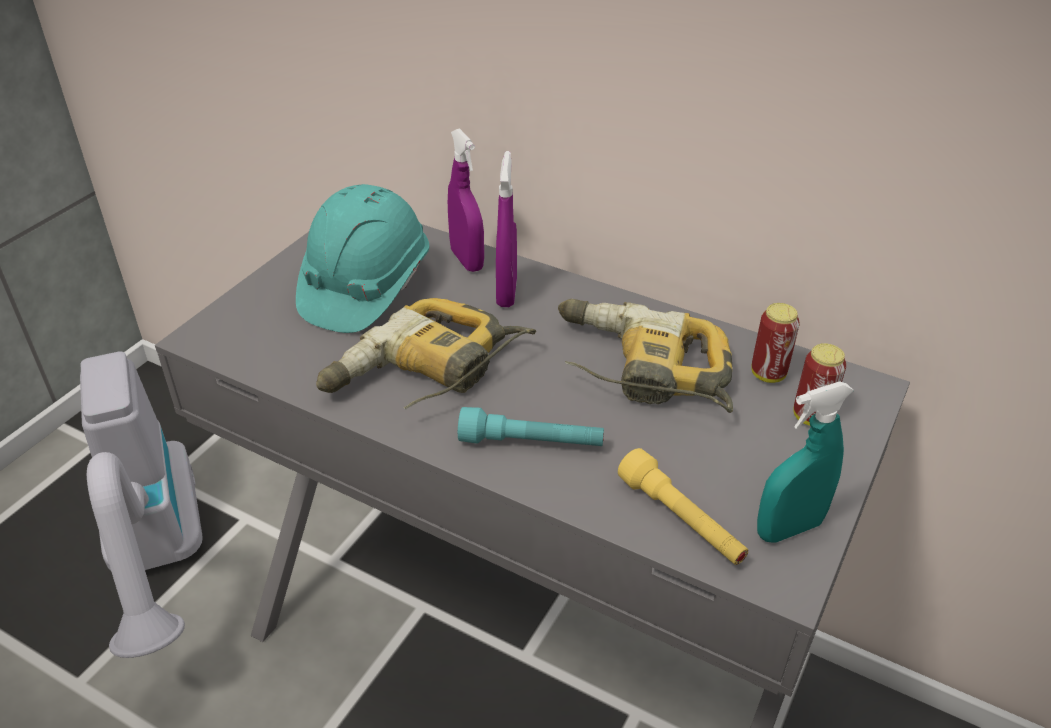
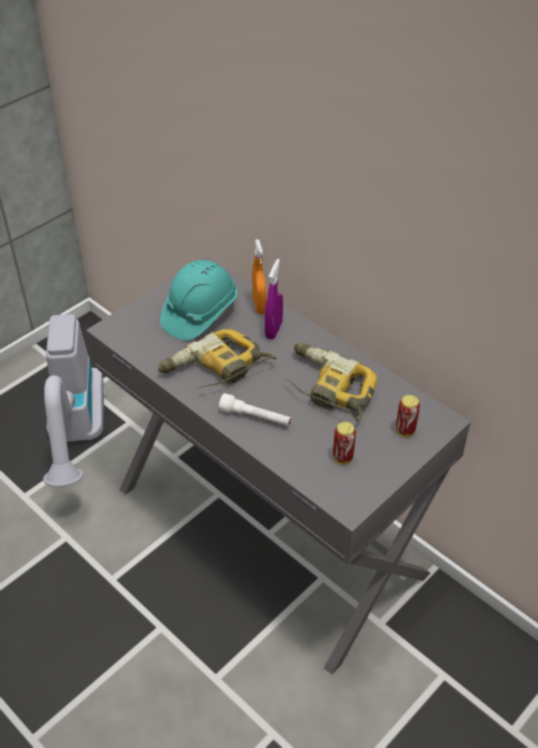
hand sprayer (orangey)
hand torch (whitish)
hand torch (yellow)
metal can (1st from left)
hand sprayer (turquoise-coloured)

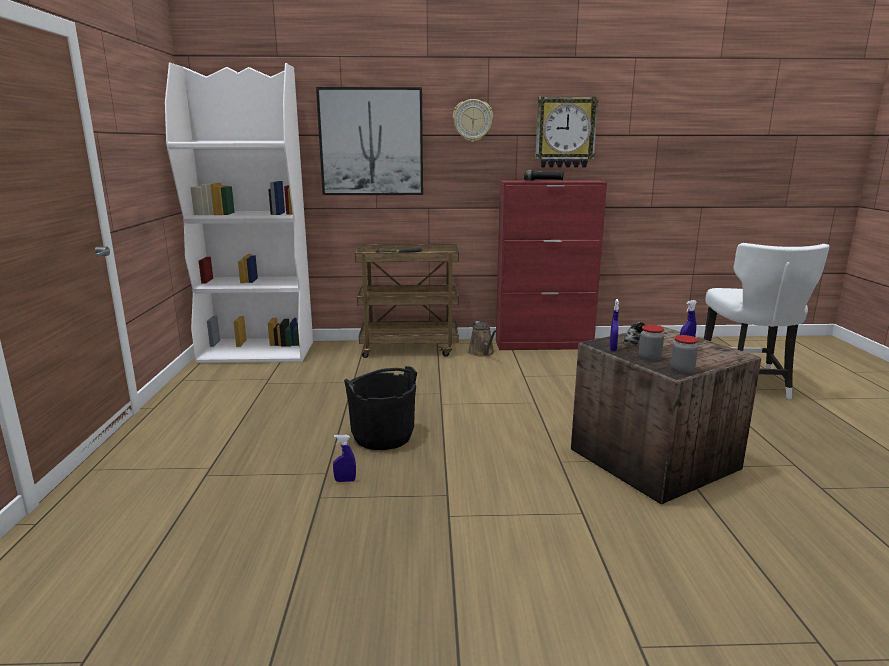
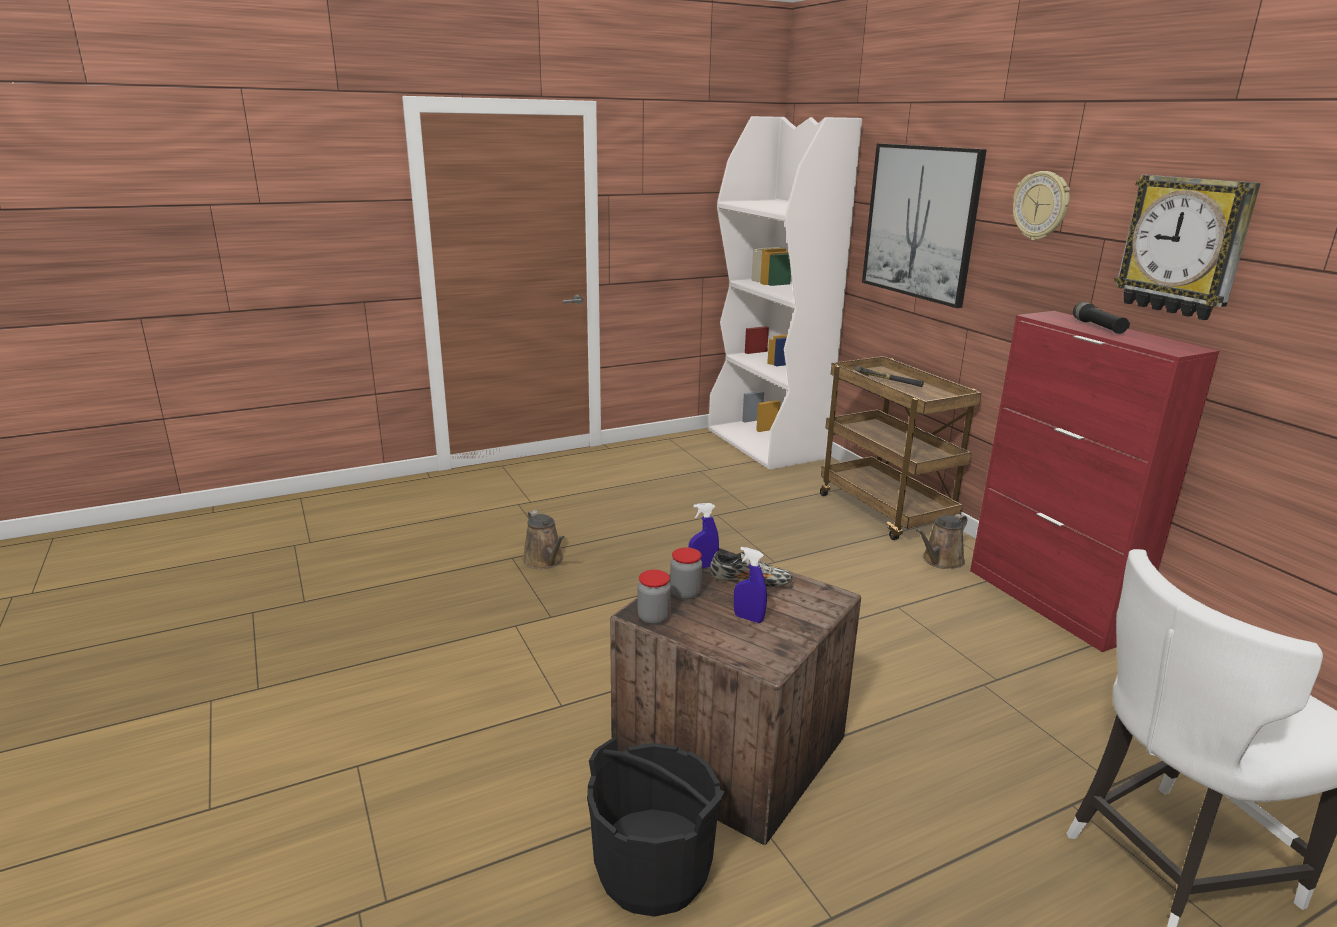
watering can (brown) (1st from left)
pail (black)

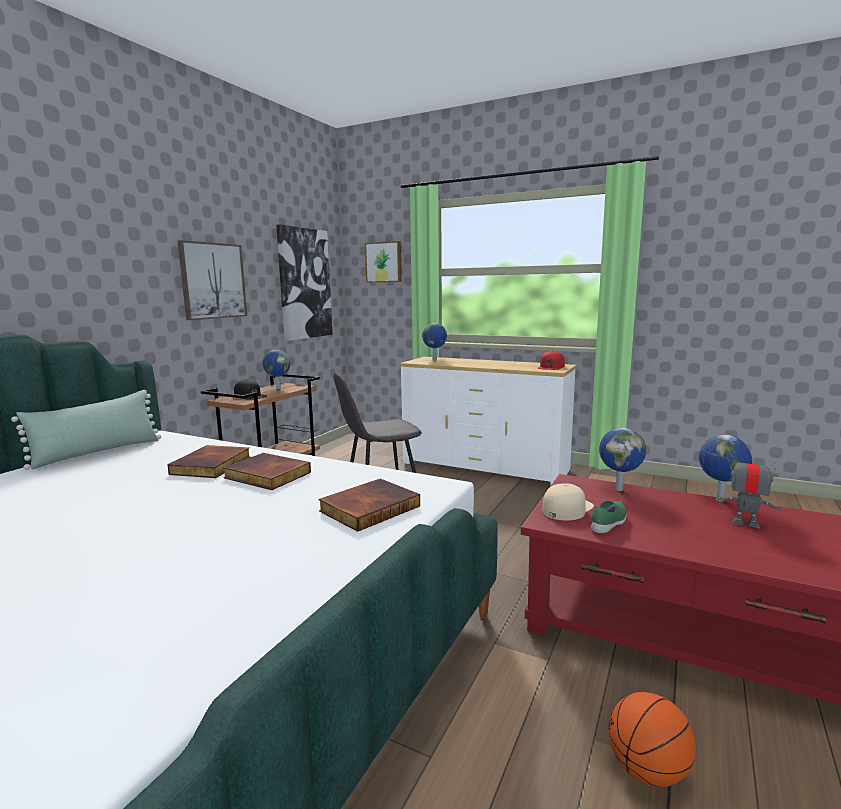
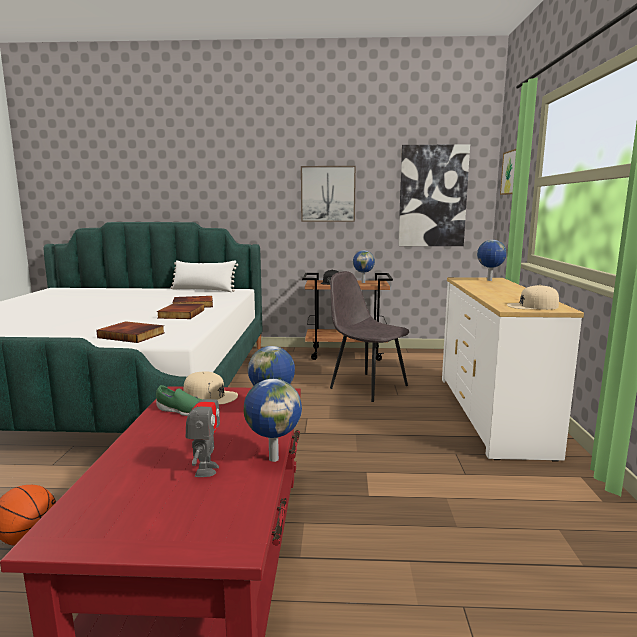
throw pillow (whitish)
cap (beige-coloured) (2nd from left)

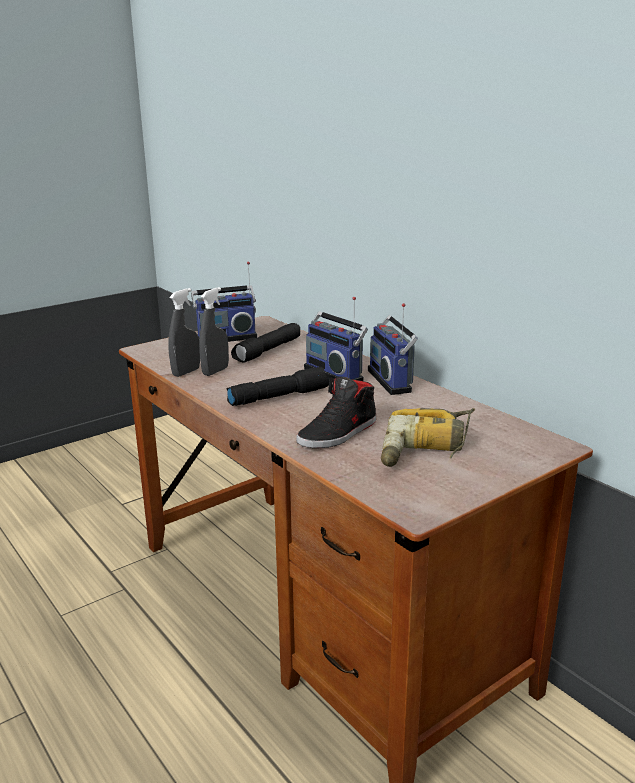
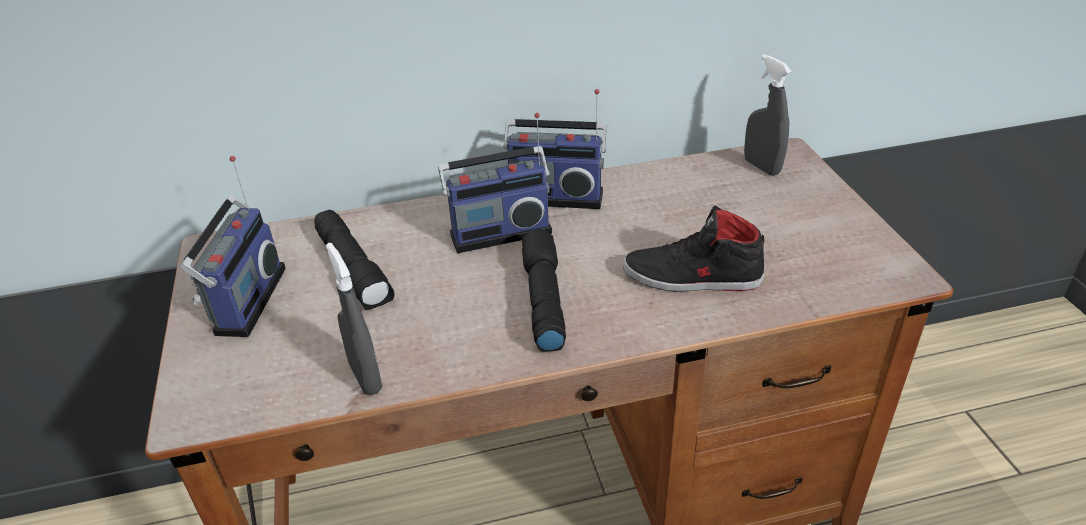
hand sprayer (gray) (2nd from left)
shoe (black)
power drill

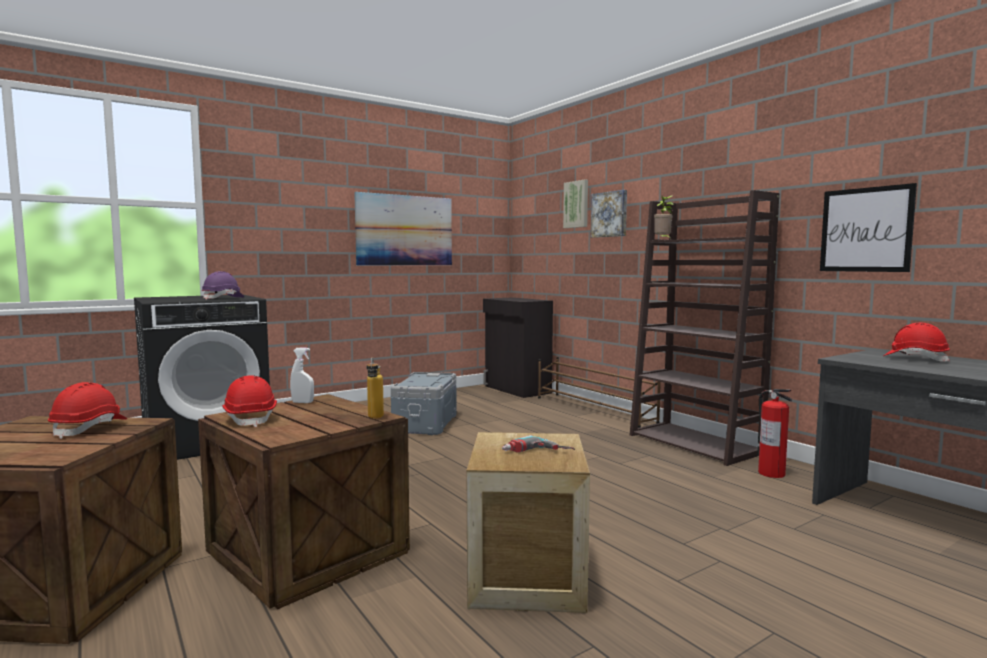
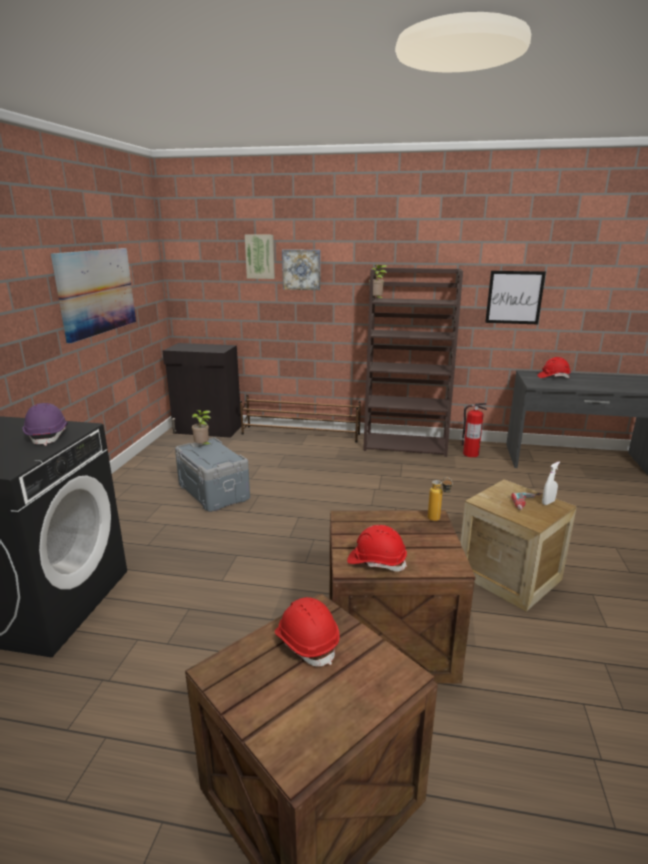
hand sprayer (whitish)
potted plant (1st from left)

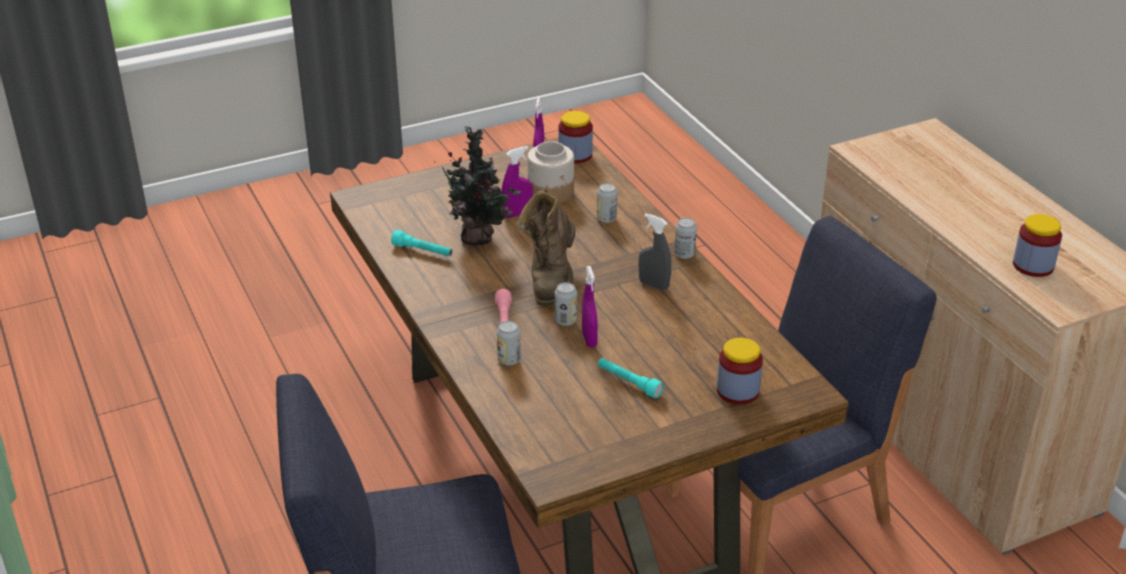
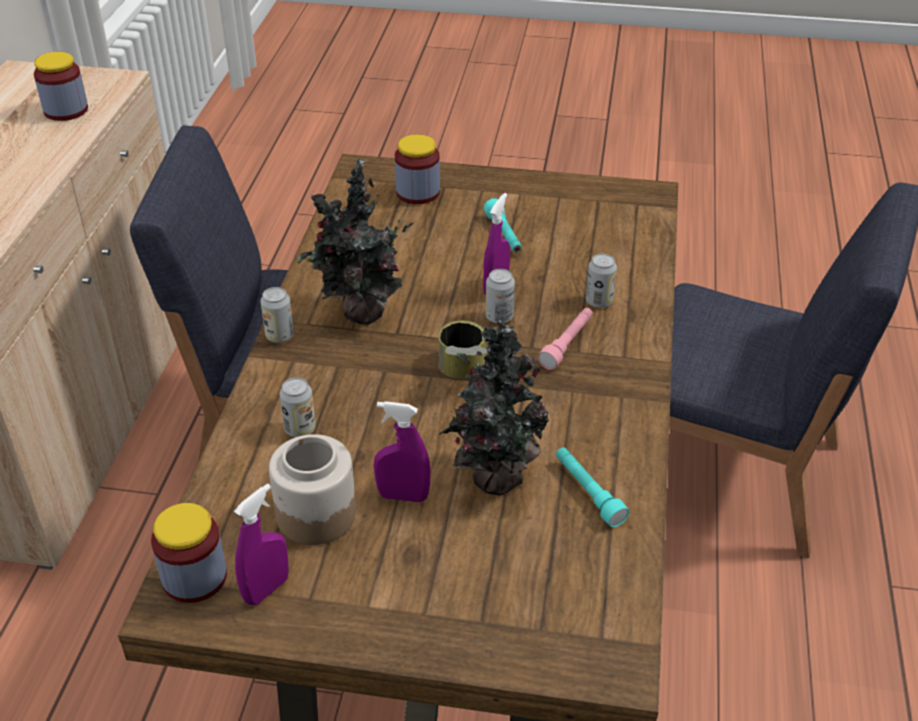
metal can (3rd from left)
potted plant (1st from left)

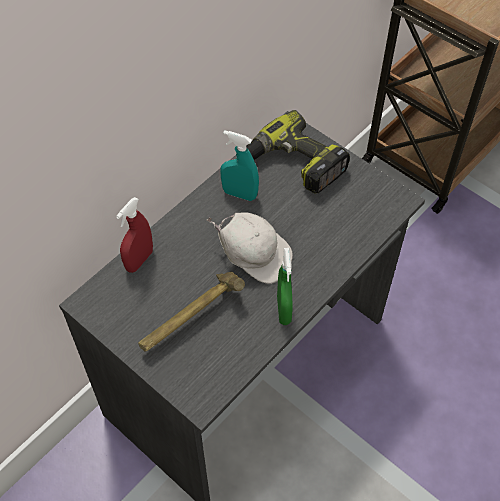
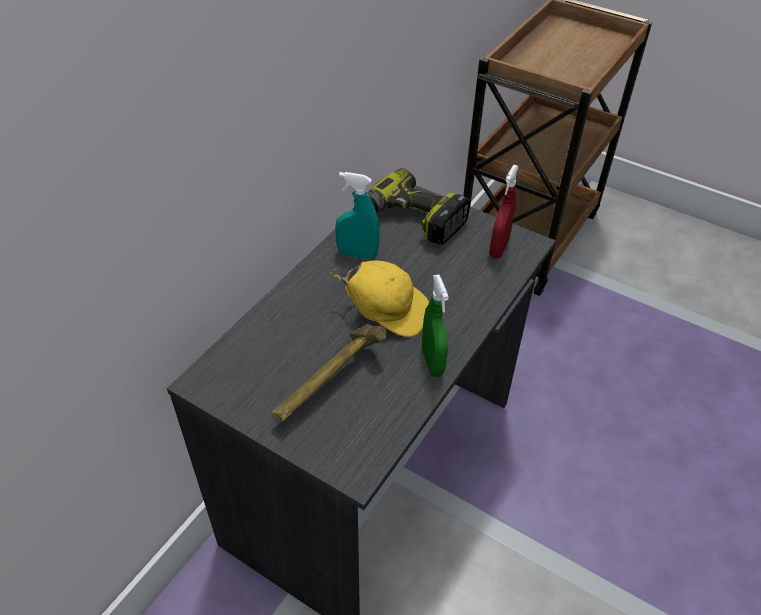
hand sprayer (red)
cap (yellow)

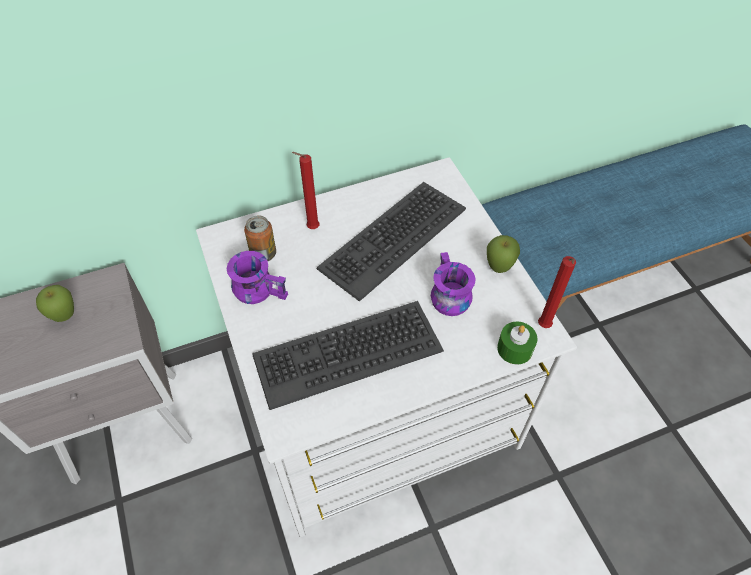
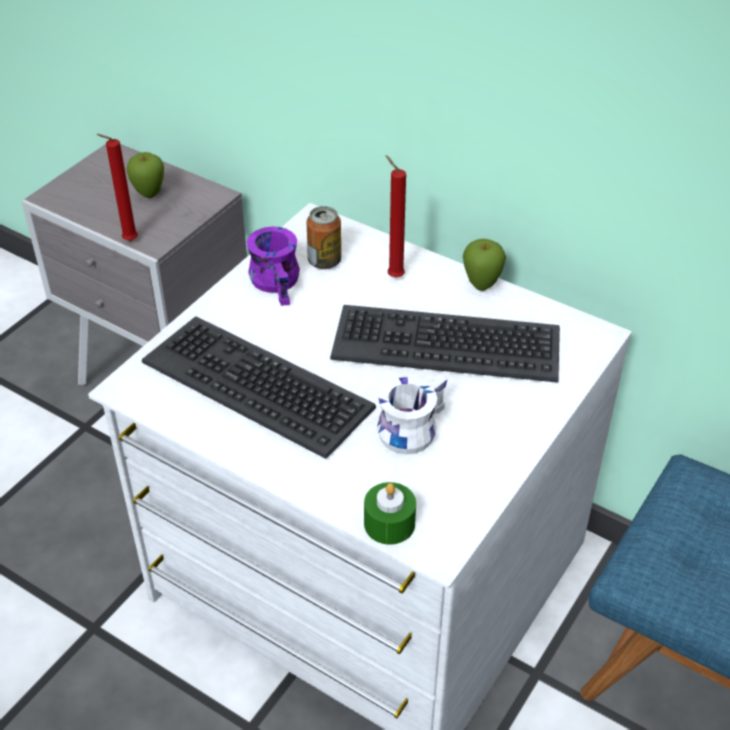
mug (whitish)
apple fruit (2nd from left)
candle (red) (1st from left)

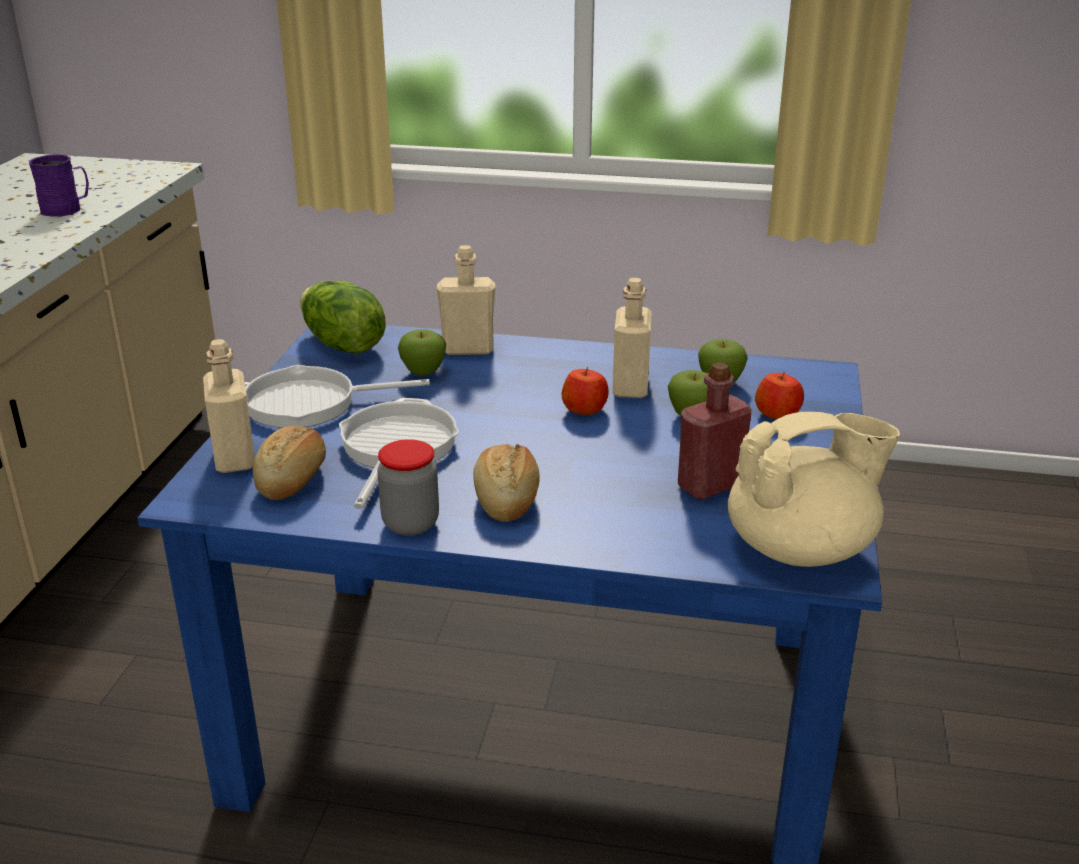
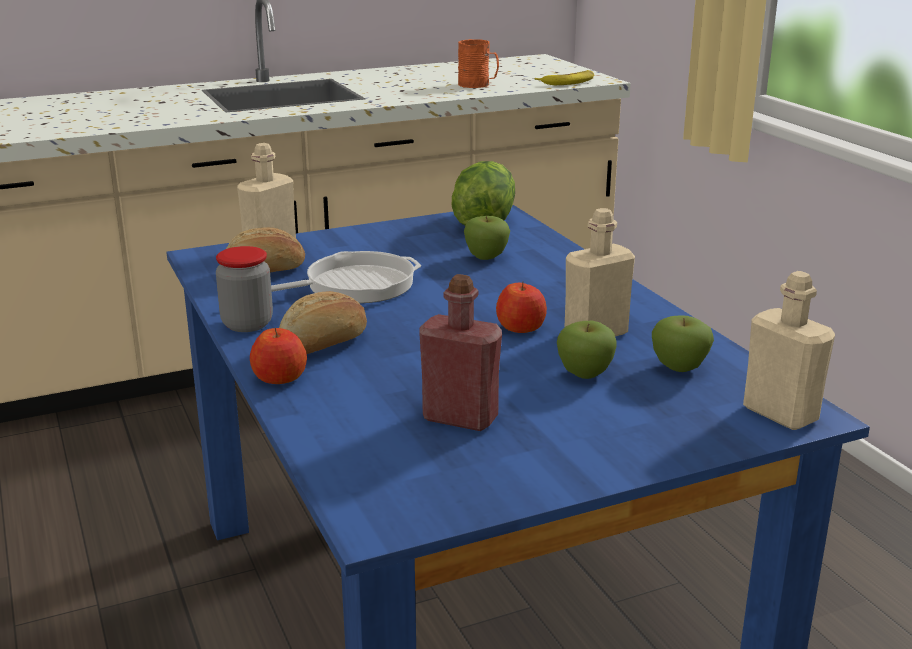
mug (orangey)
pan (1st from left in the first image)
drink bottle (beige-coloured) (3rd from left)
pot for tea (beige-coloured)
apple fruit (1st from left)
banana

